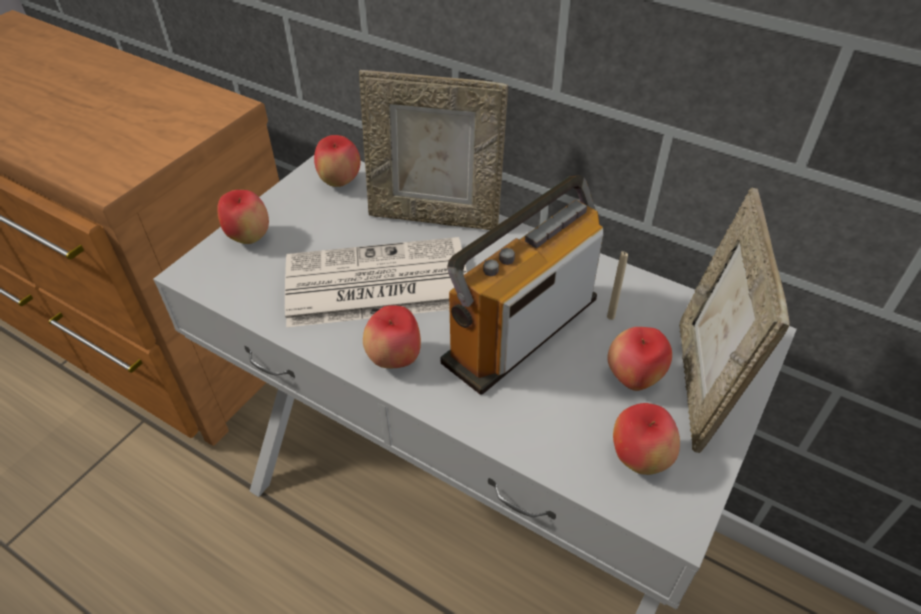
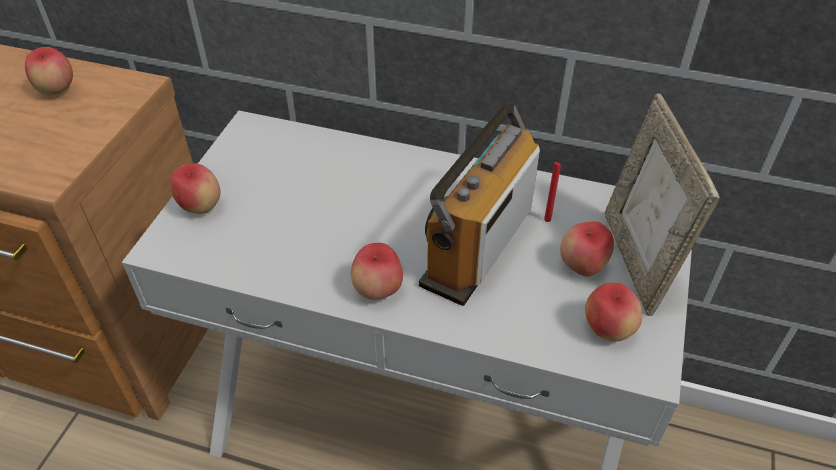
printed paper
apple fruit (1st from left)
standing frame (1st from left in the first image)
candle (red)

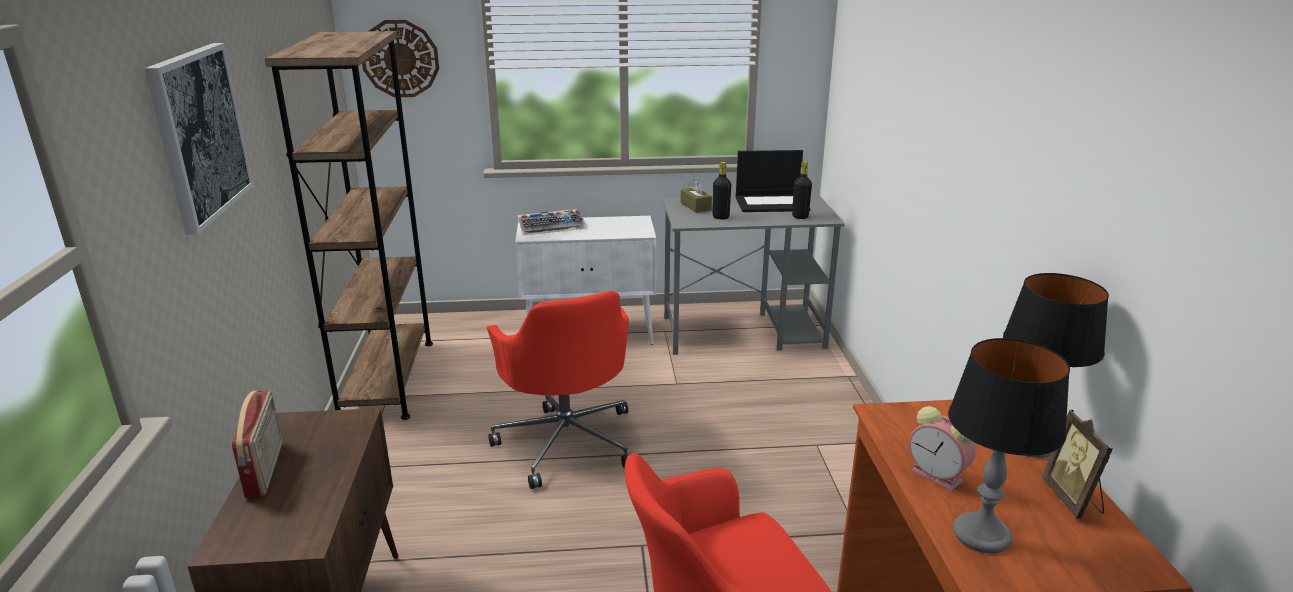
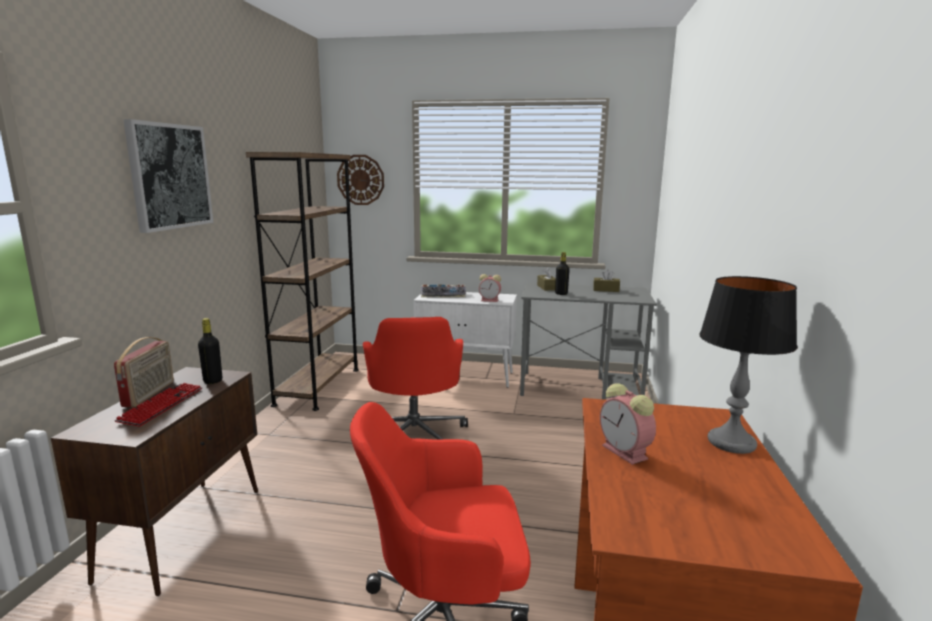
box of tissues (brown) (2nd from left)
drink bottle (black) (1st from left)
lamp for a table (1st from left in the first image)
standing frame
PC keyboard (1st from left)
alarm clock (1st from left)

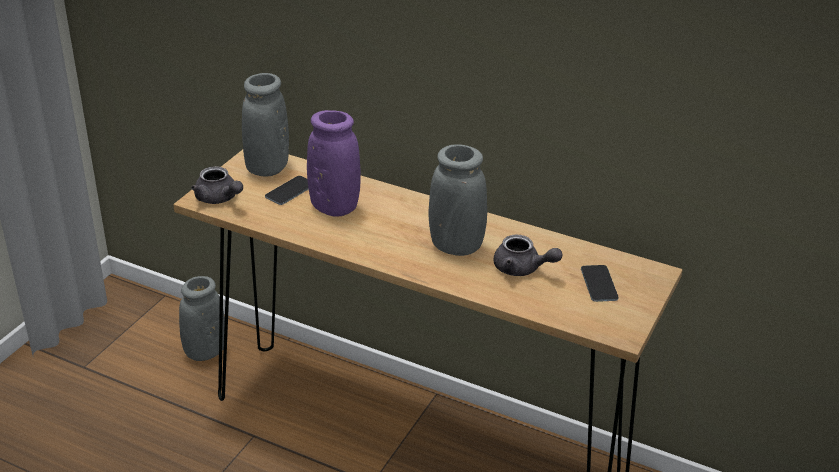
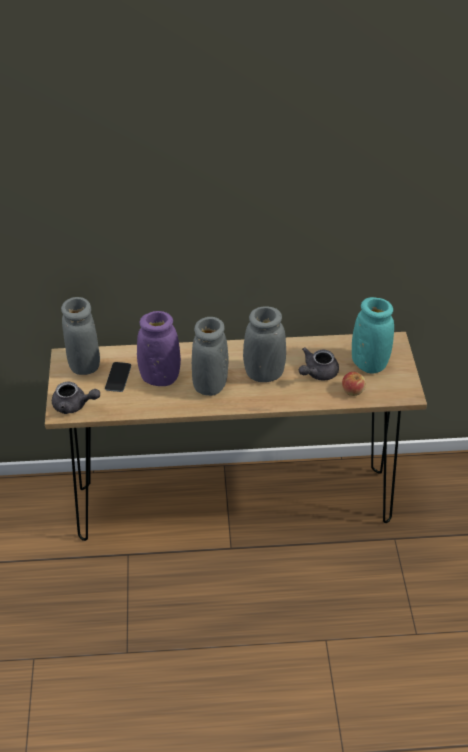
vase (gray) (2nd from left)
pot for tea (gray) (2nd from left)
vase (turquoise-coloured)
apple fruit

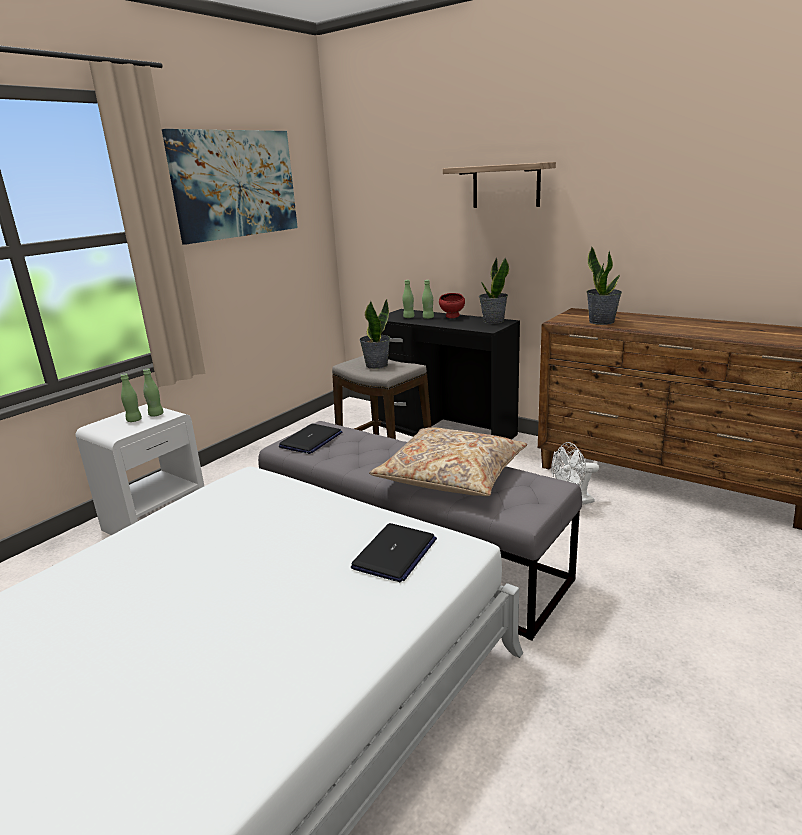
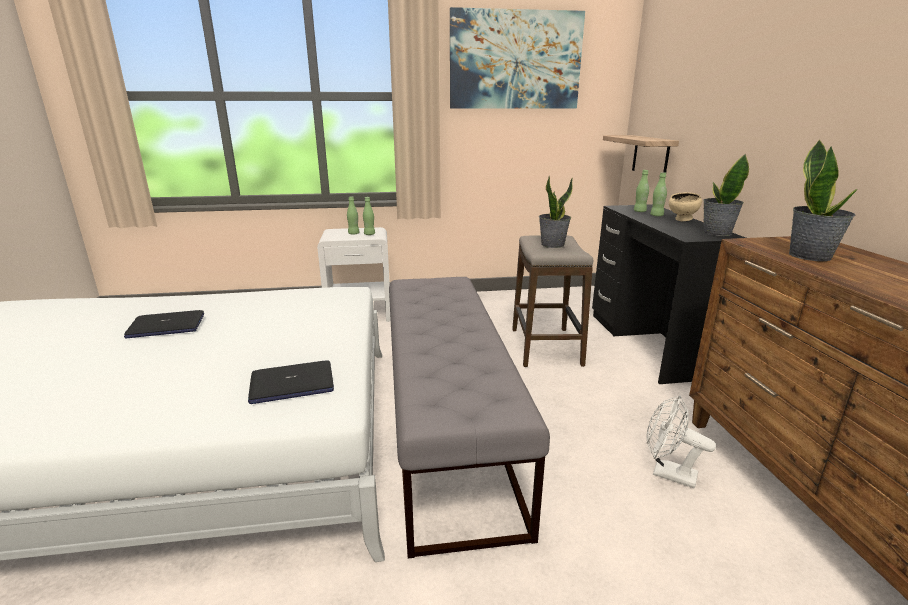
notebook computer (1st from left)
throw pillow (beige-coloured)
serving bowl (beige-coloured)
wall shelf

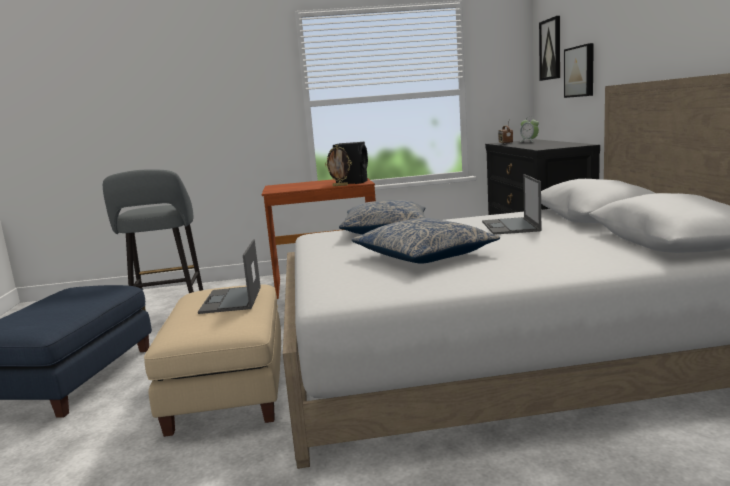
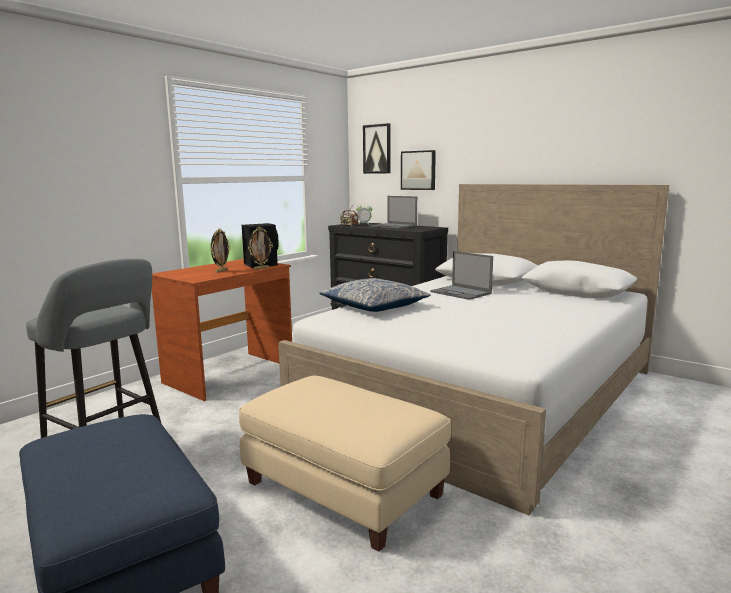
notebook computer (1st from left)
throw pillow (2nd from left in the first image)
standing frame (1st from left)

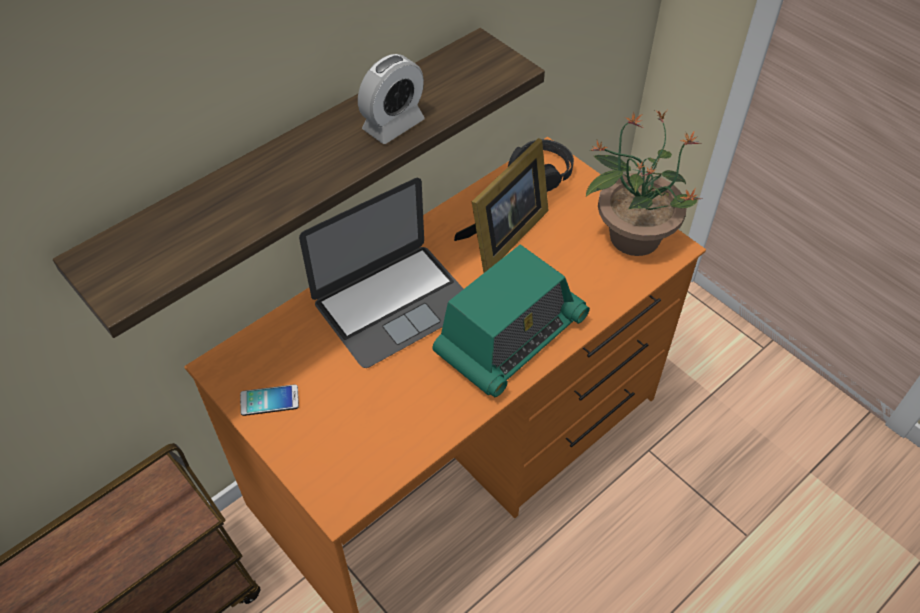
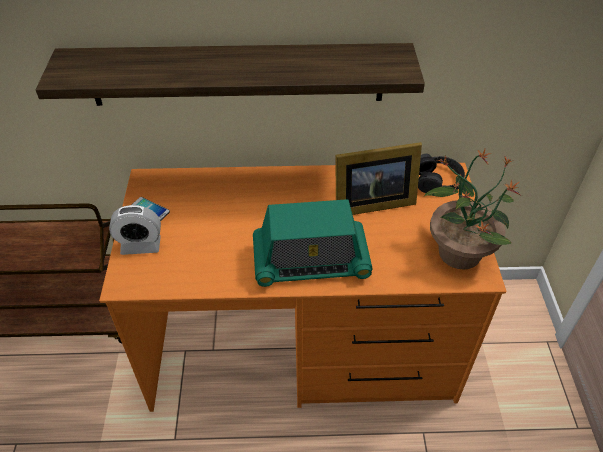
notebook computer
alarm clock

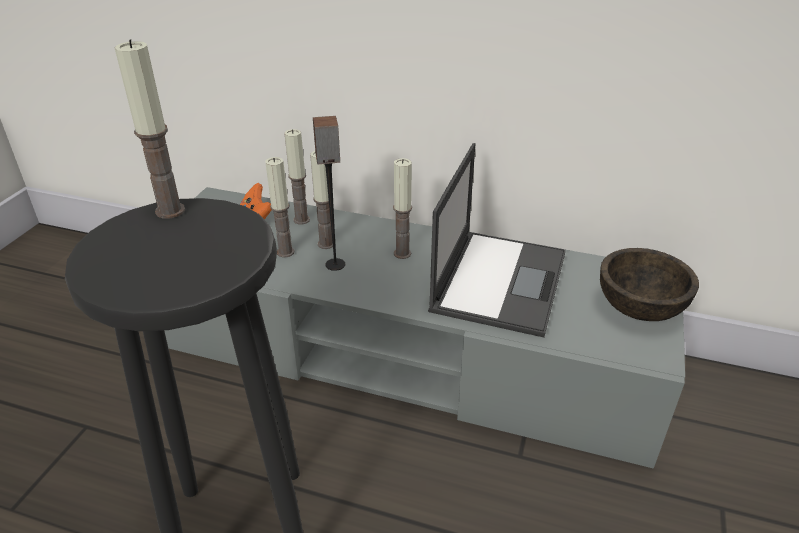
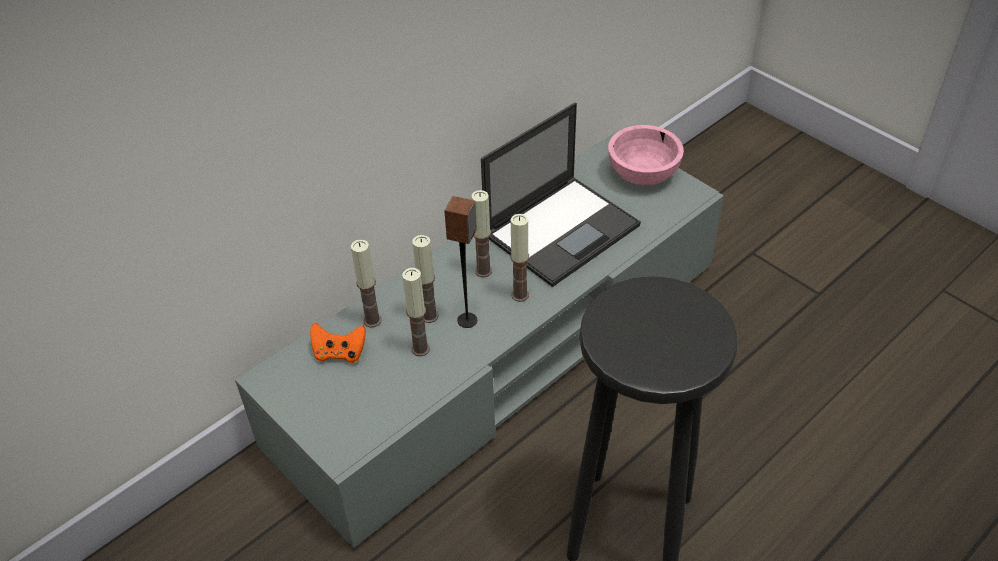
candle (5th from left)
notebook computer
serving bowl (pink)

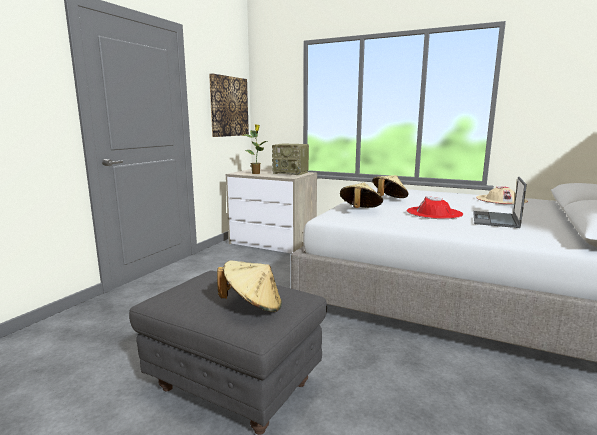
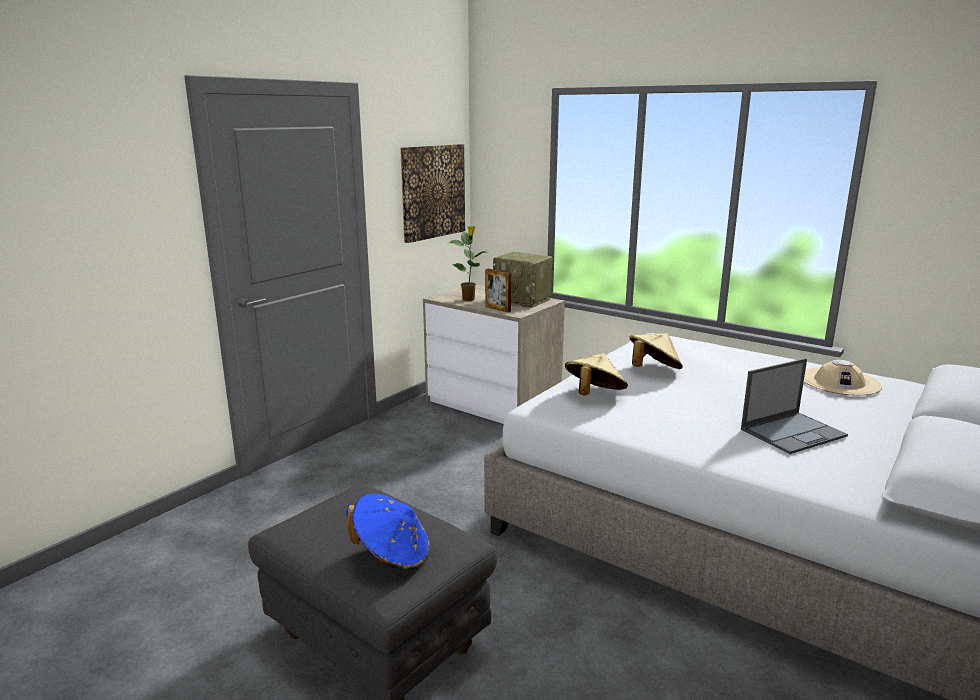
clothing hat (blue-coloured)
clothing hat (red)
notebook computer
standing frame

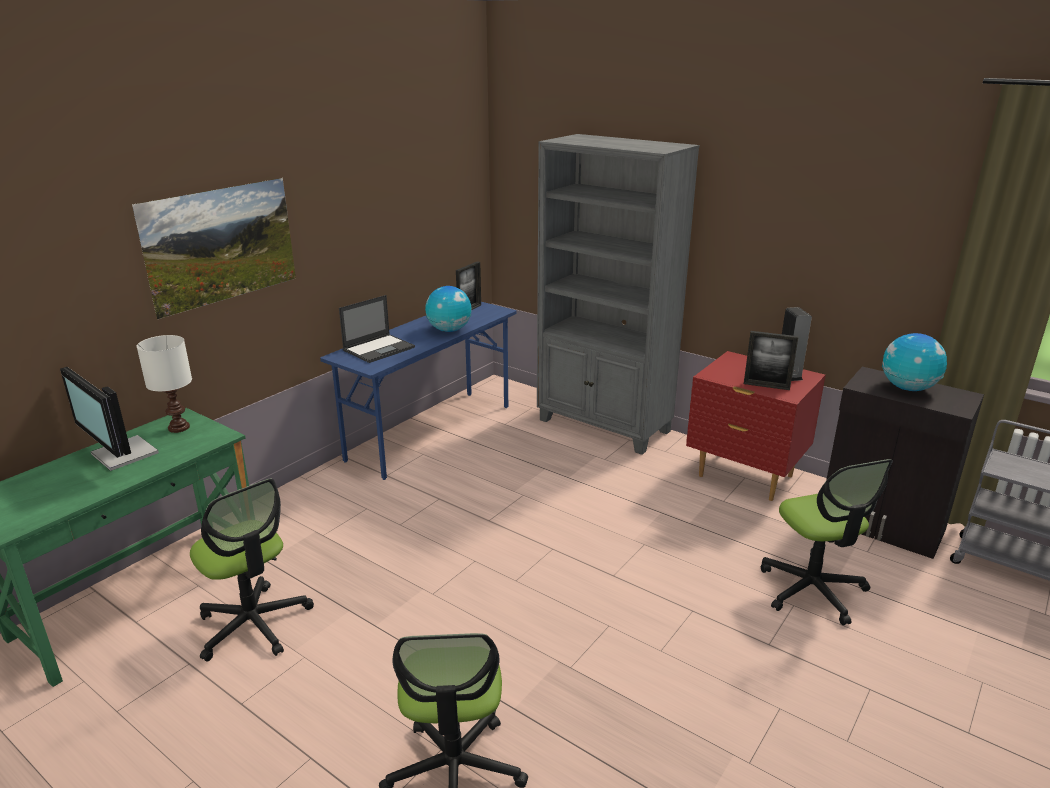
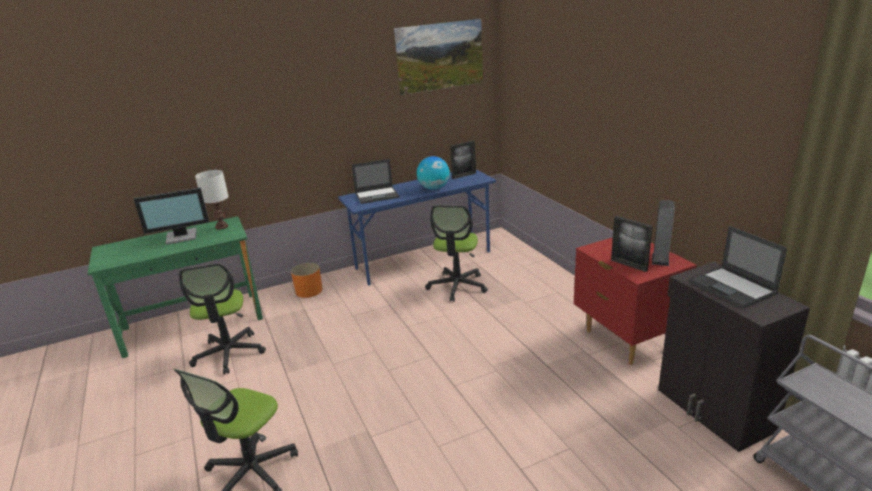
computer display
picture
shelving unit (gray)
desk chair (3rd from left)
notebook computer (2nd from left)
flower pot (orangey)

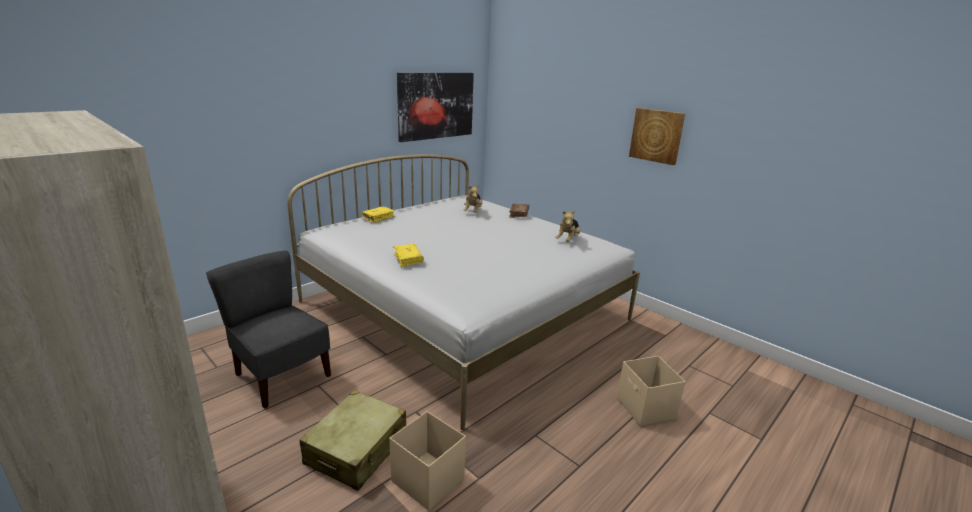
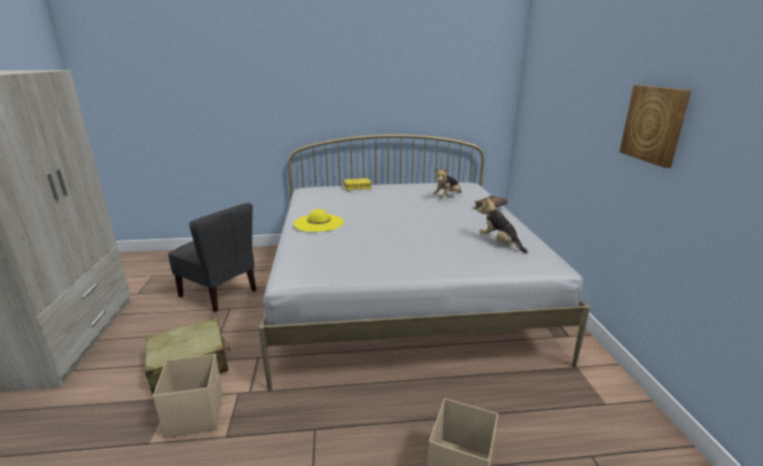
upright chair (gray)
clothing hat (yellow)
picture (1st from left in the first image)
soft toy (2nd from left)

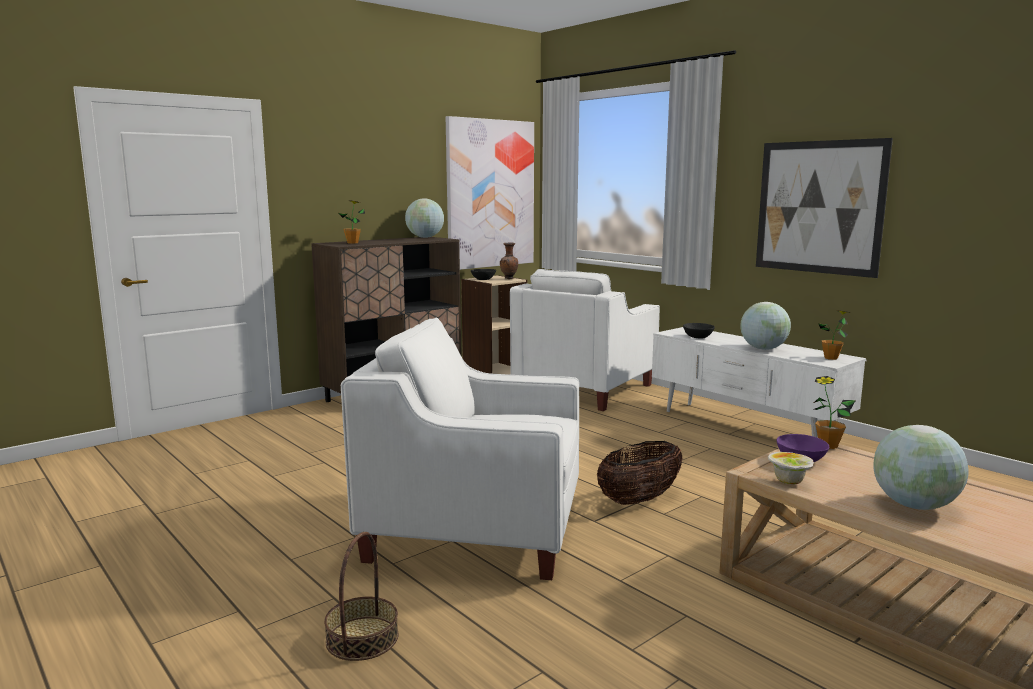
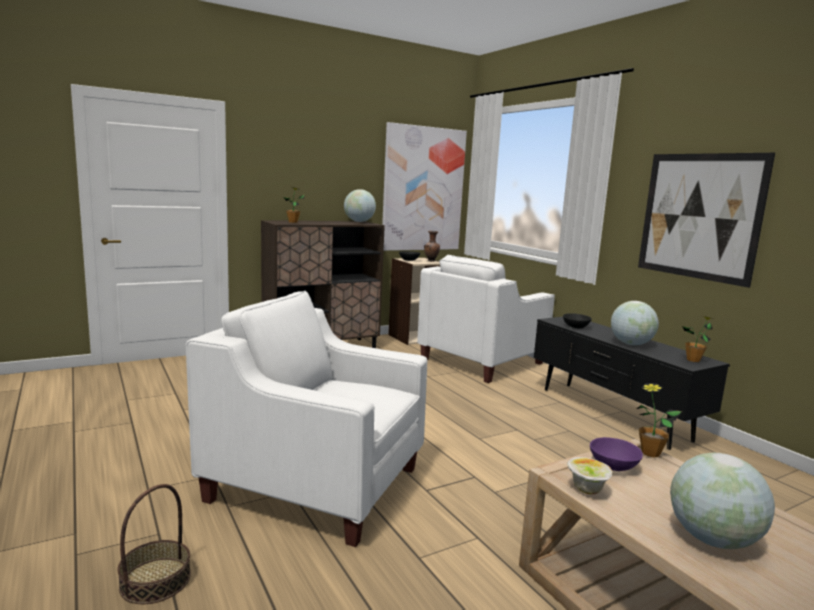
storage basket (2nd from left in the first image)
tv stand (black)

